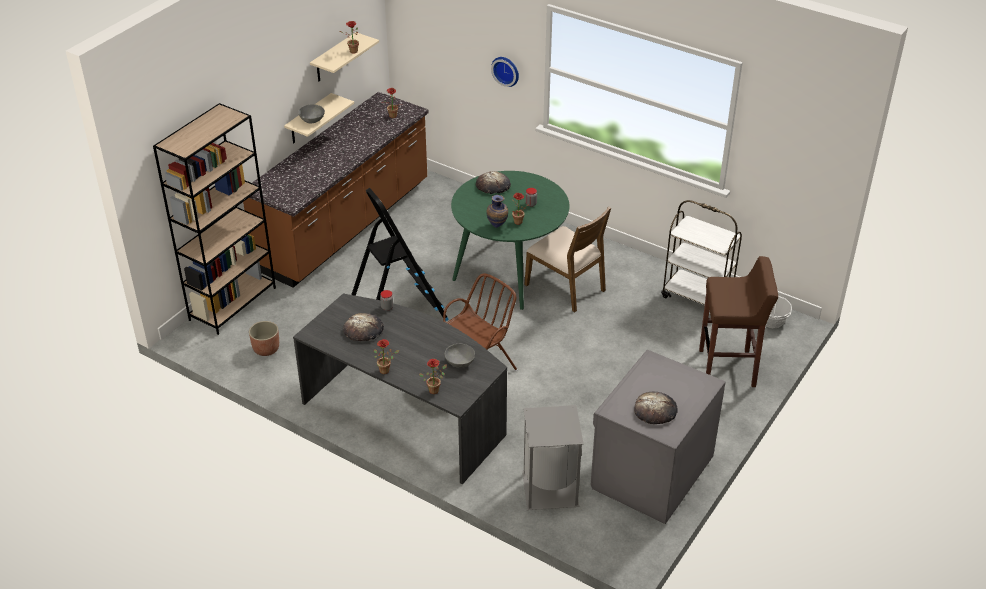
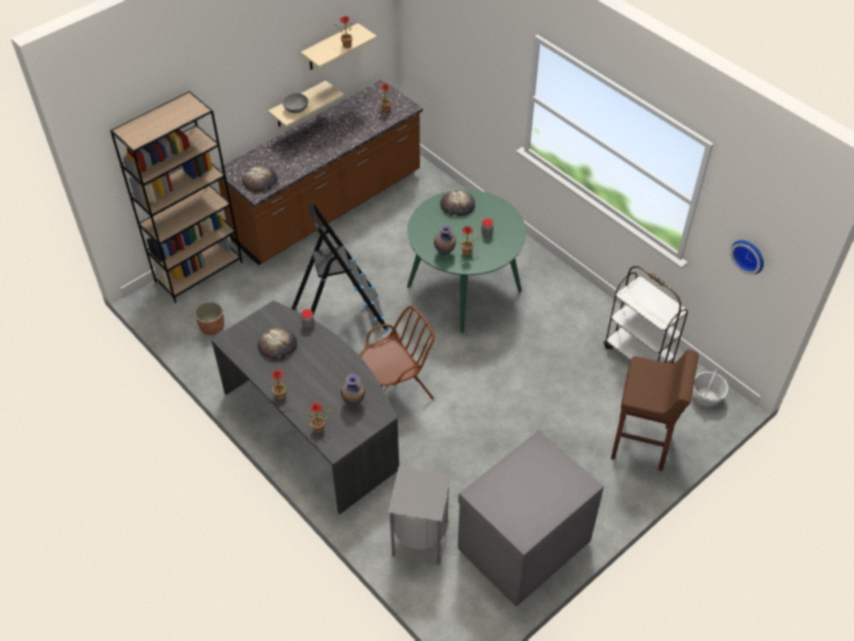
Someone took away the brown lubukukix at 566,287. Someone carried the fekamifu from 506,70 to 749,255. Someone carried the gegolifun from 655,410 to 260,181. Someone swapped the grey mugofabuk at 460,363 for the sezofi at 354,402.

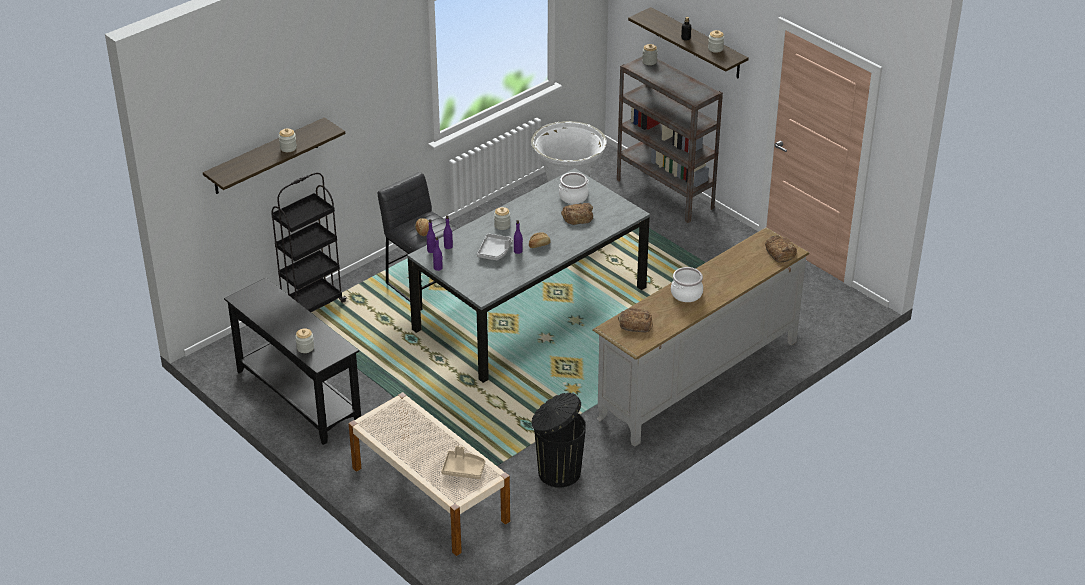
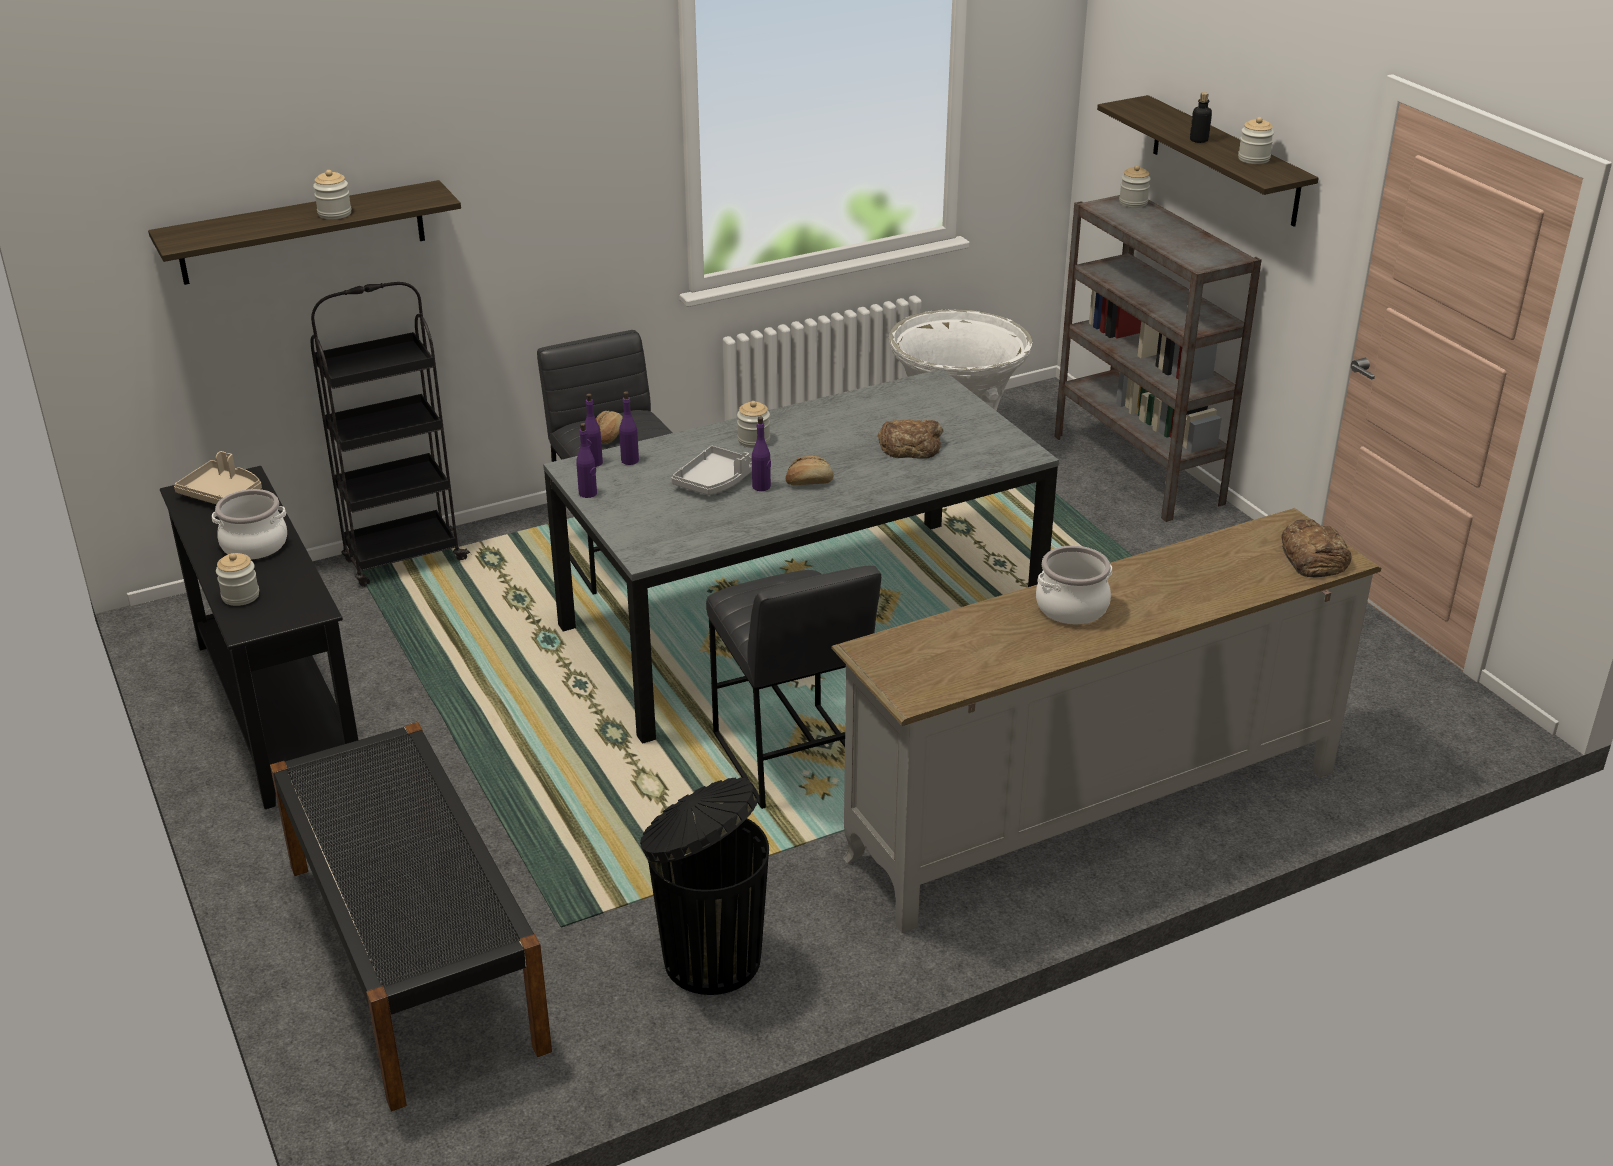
Someone took away the gegolifun at 635,323. Someone put down the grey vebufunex at 792,758. Someone carried the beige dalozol from 463,469 to 223,494. Someone carried the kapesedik from 573,197 to 254,545. Someone repainted the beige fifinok at 429,495, which became the black fifinok at 412,955.

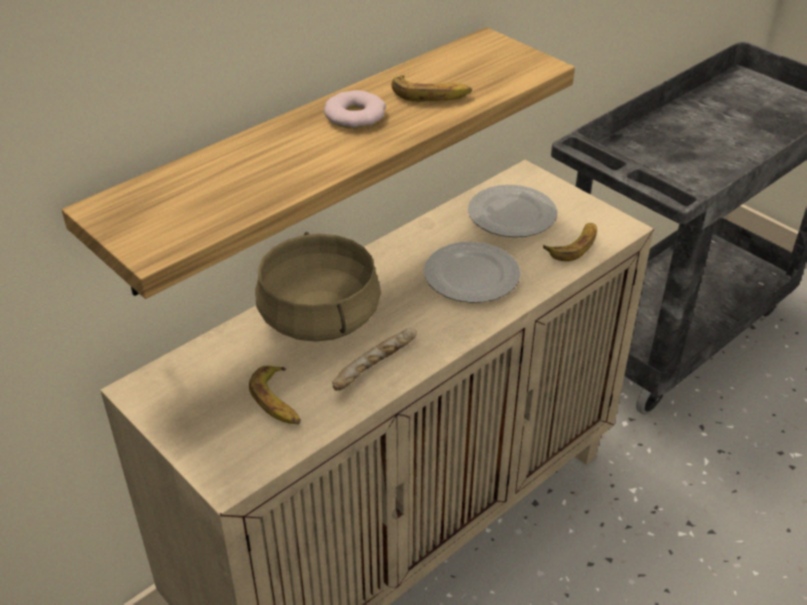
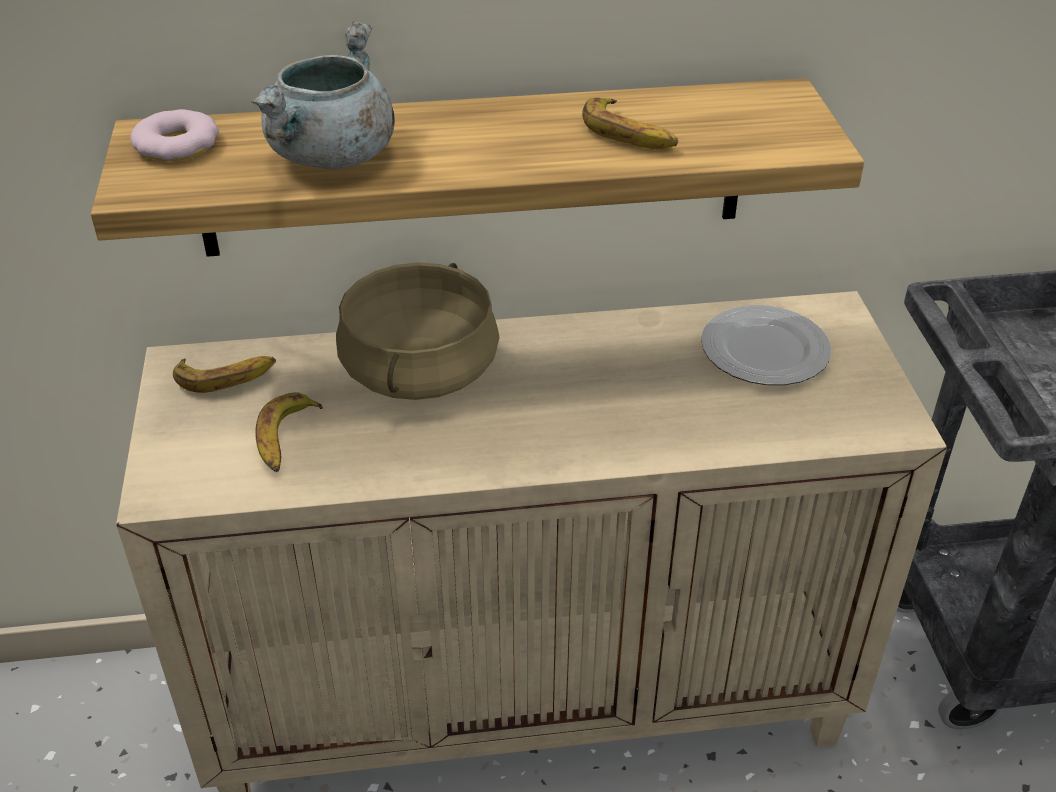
Someone took away the gegolifun at 376,368. Someone took away the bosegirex at 472,277. Someone put down the grey kapesedik at 332,157. Someone carried the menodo from 355,116 to 177,144. Someone carried the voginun from 574,246 to 226,377.

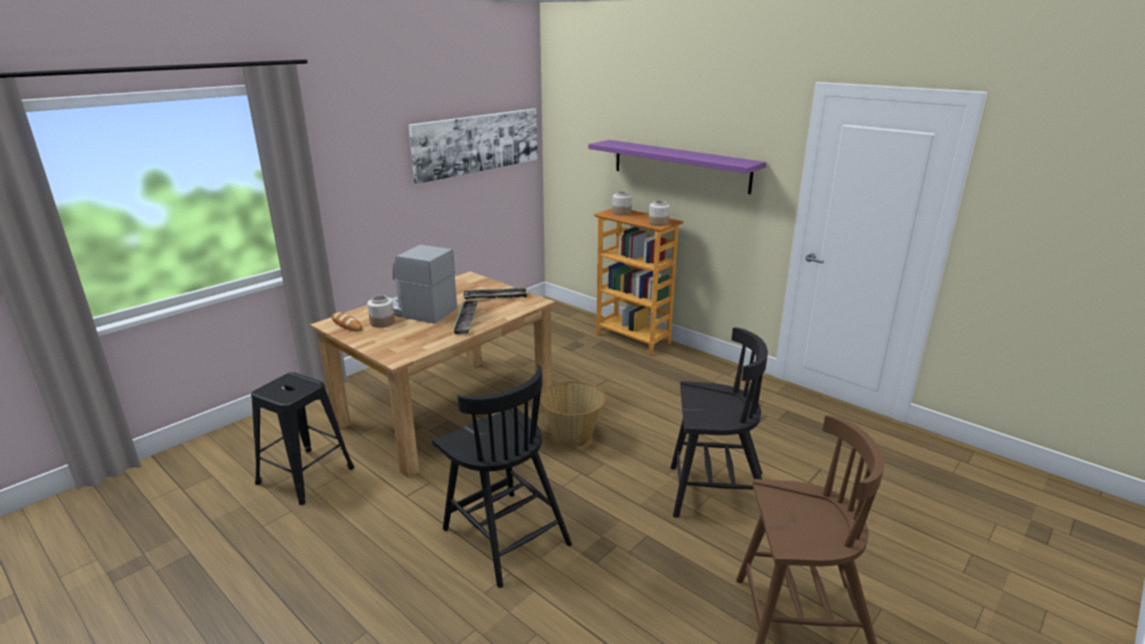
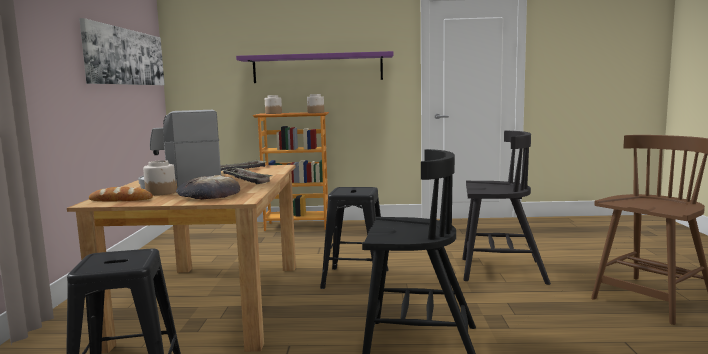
Someone put down the gegolifun at 209,194. Someone swapped the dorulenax at 573,436 for the black vebufunex at 355,279. Someone rotated the black lubukukix at 716,493 by 45 degrees clockwise.

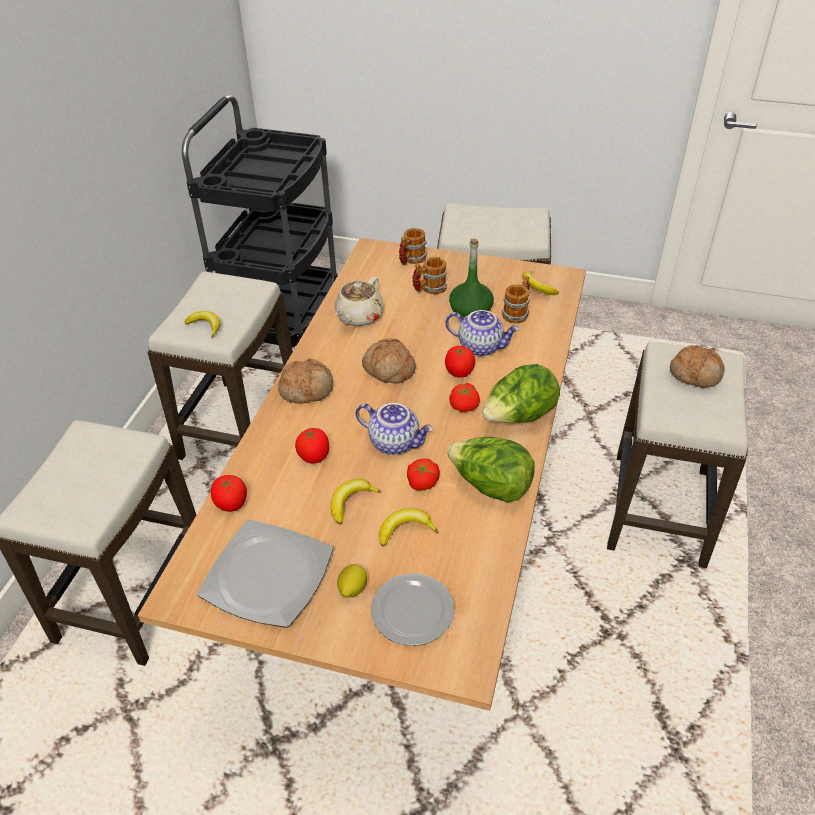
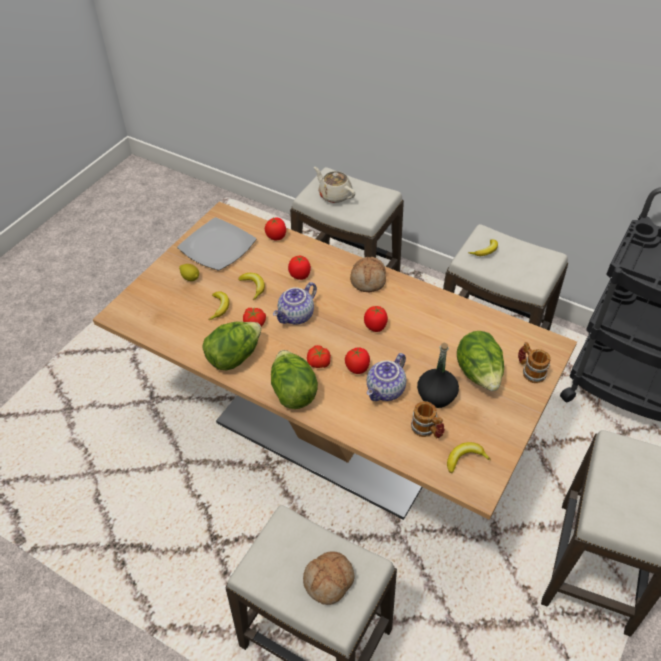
Someone took away the bosegirex at 412,612. Someone carried the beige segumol from 359,316 to 334,195. Someone swapped the gegolifun at 388,369 for the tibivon at 375,326. Someone swapped the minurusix at 429,289 for the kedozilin at 479,374. Someone repainted the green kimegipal at 470,312, which became the black kimegipal at 436,396.

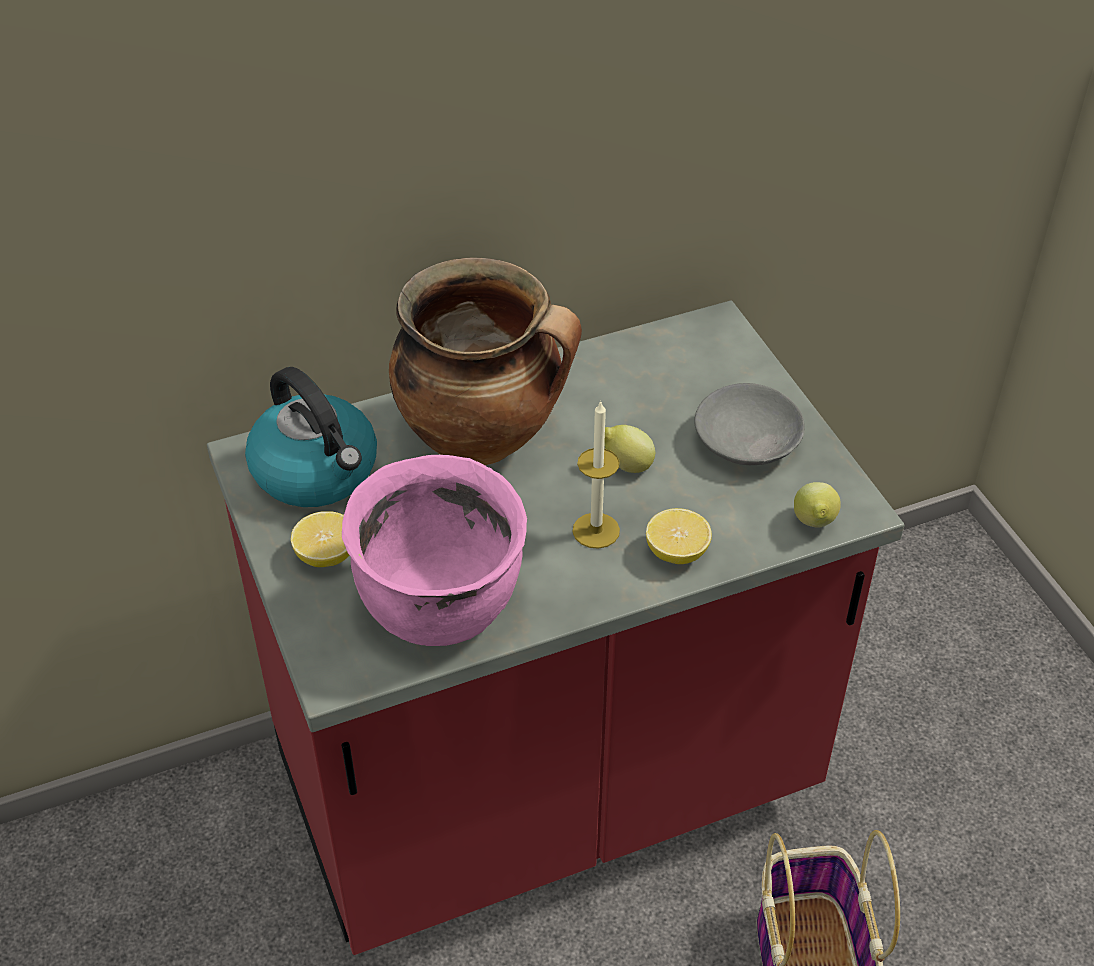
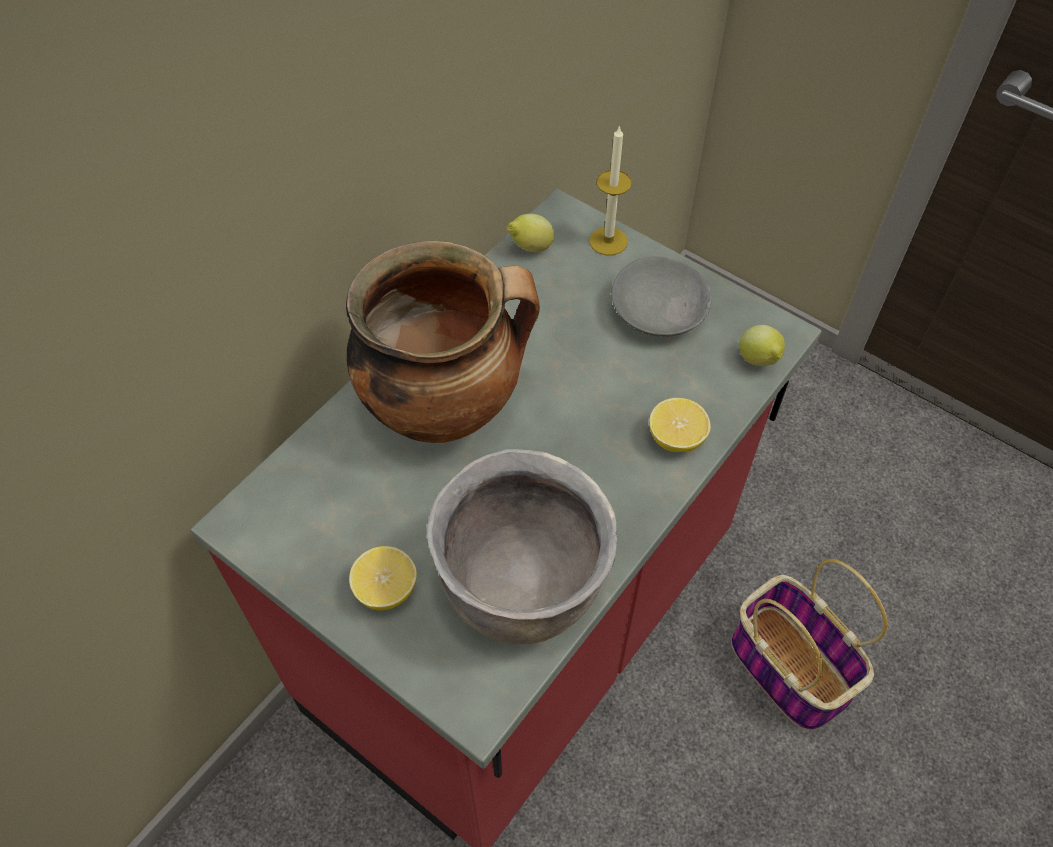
Someone took away the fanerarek at 317,472. Someone carried the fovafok from 596,530 to 608,241. Someone carried the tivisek from 626,465 to 530,248. Someone repainted the pink kapesedik at 441,606, which became the brown kapesedik at 522,587.

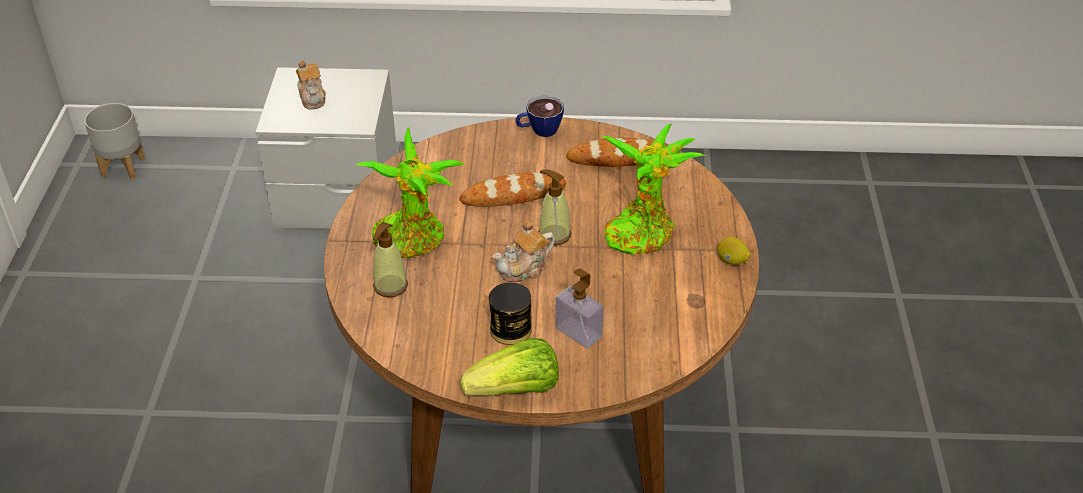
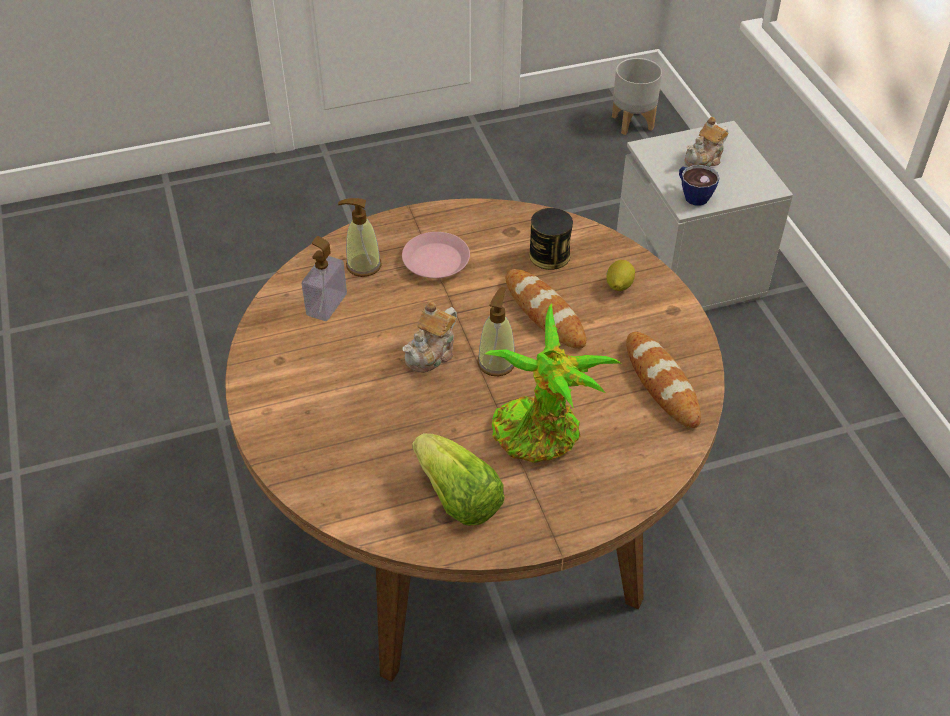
Someone carried the kedozilin from 516,390 to 457,497. Someone carried the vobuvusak from 510,329 to 549,255. Someone carried the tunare from 539,130 to 692,195. Someone carried the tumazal from 578,332 to 326,304. Someone carried the tivisek from 731,261 to 618,286. Someone swapped the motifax at 413,240 for the pink bosegirex at 436,260. Someone rotated the segumol at 524,268 by 90 degrees counterclockwise.

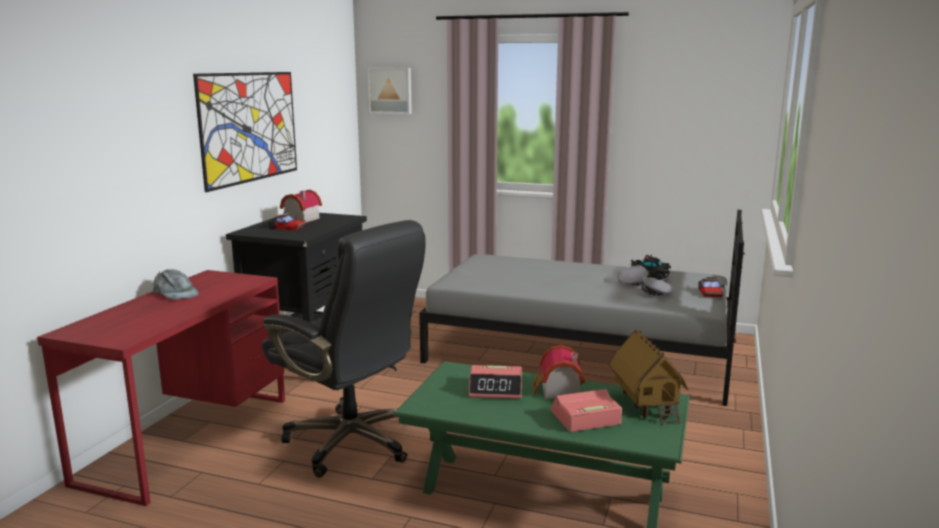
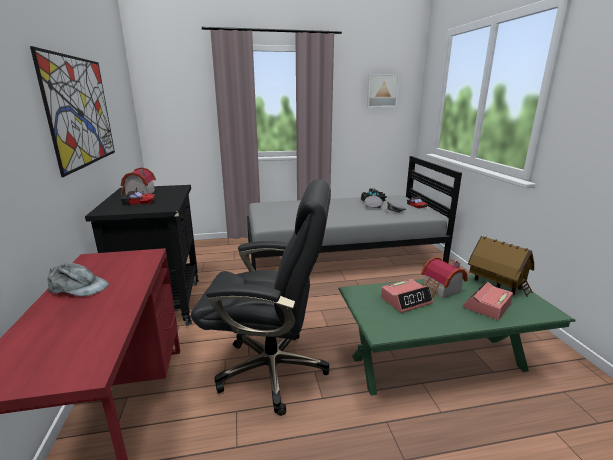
Someone carried the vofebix from 390,90 to 382,90.

